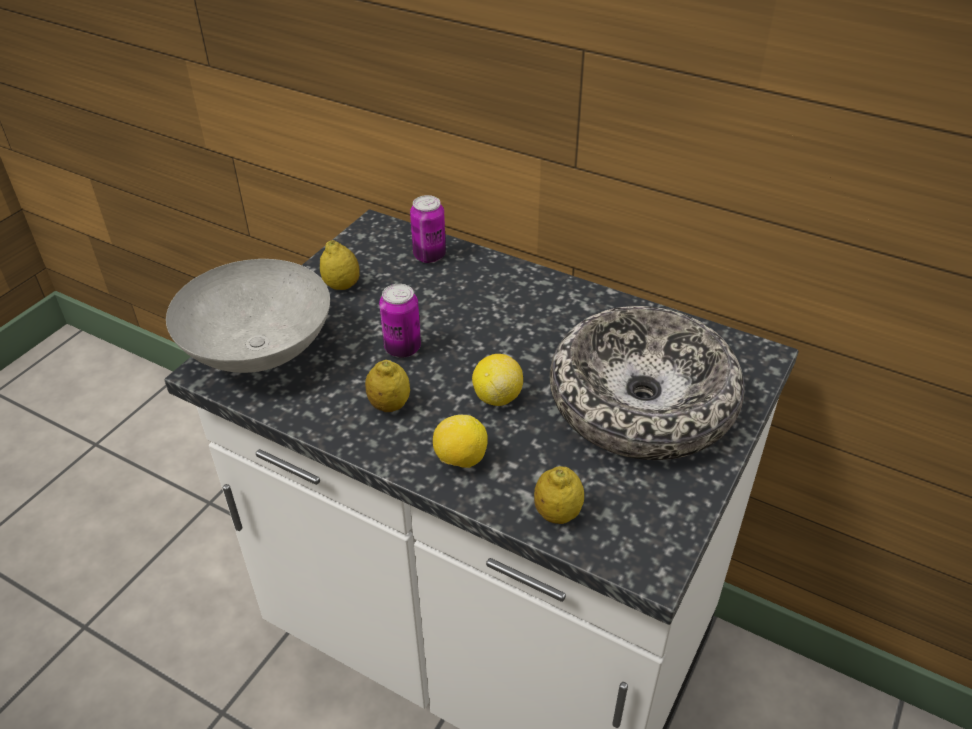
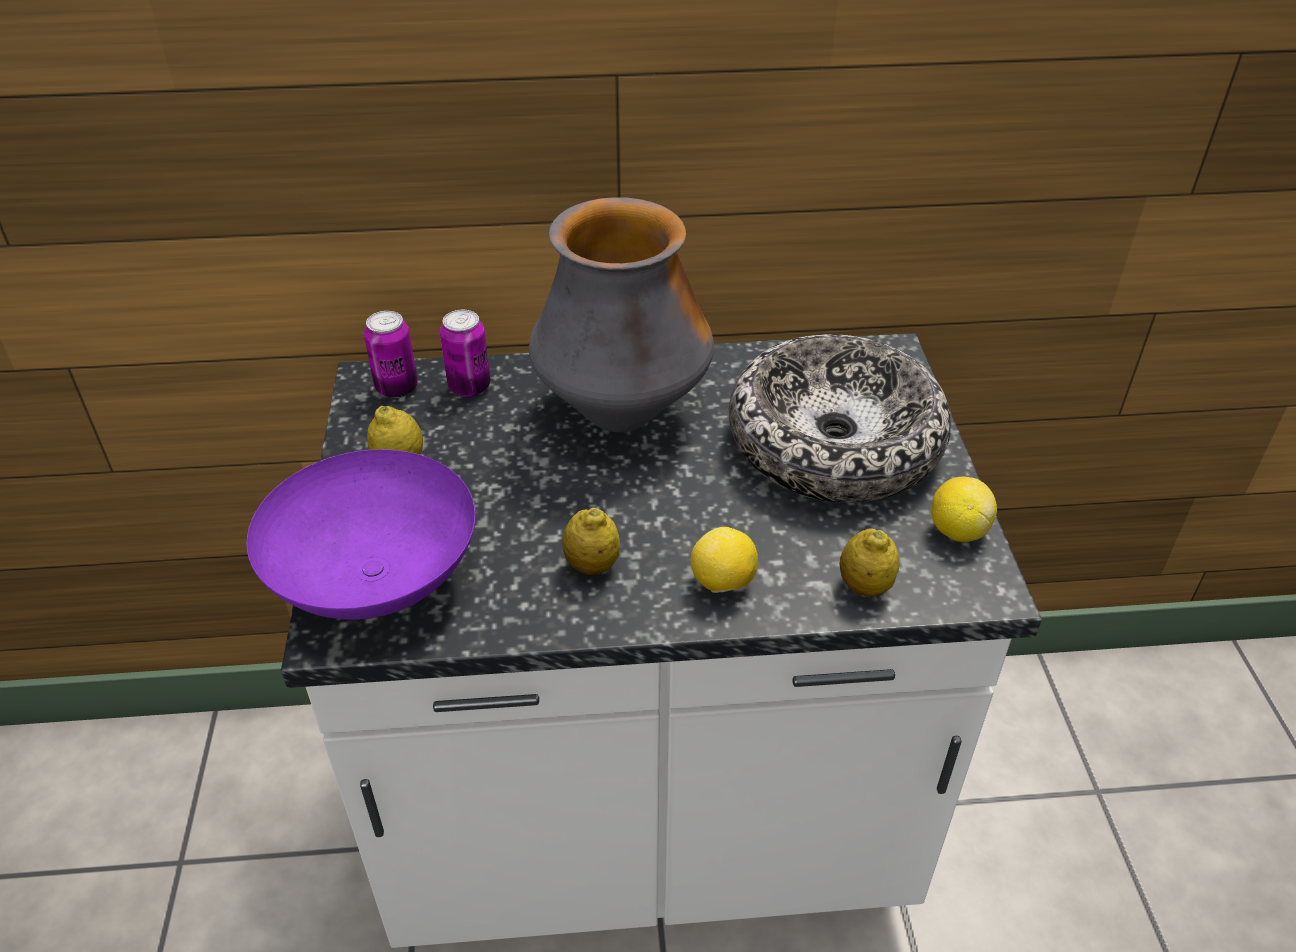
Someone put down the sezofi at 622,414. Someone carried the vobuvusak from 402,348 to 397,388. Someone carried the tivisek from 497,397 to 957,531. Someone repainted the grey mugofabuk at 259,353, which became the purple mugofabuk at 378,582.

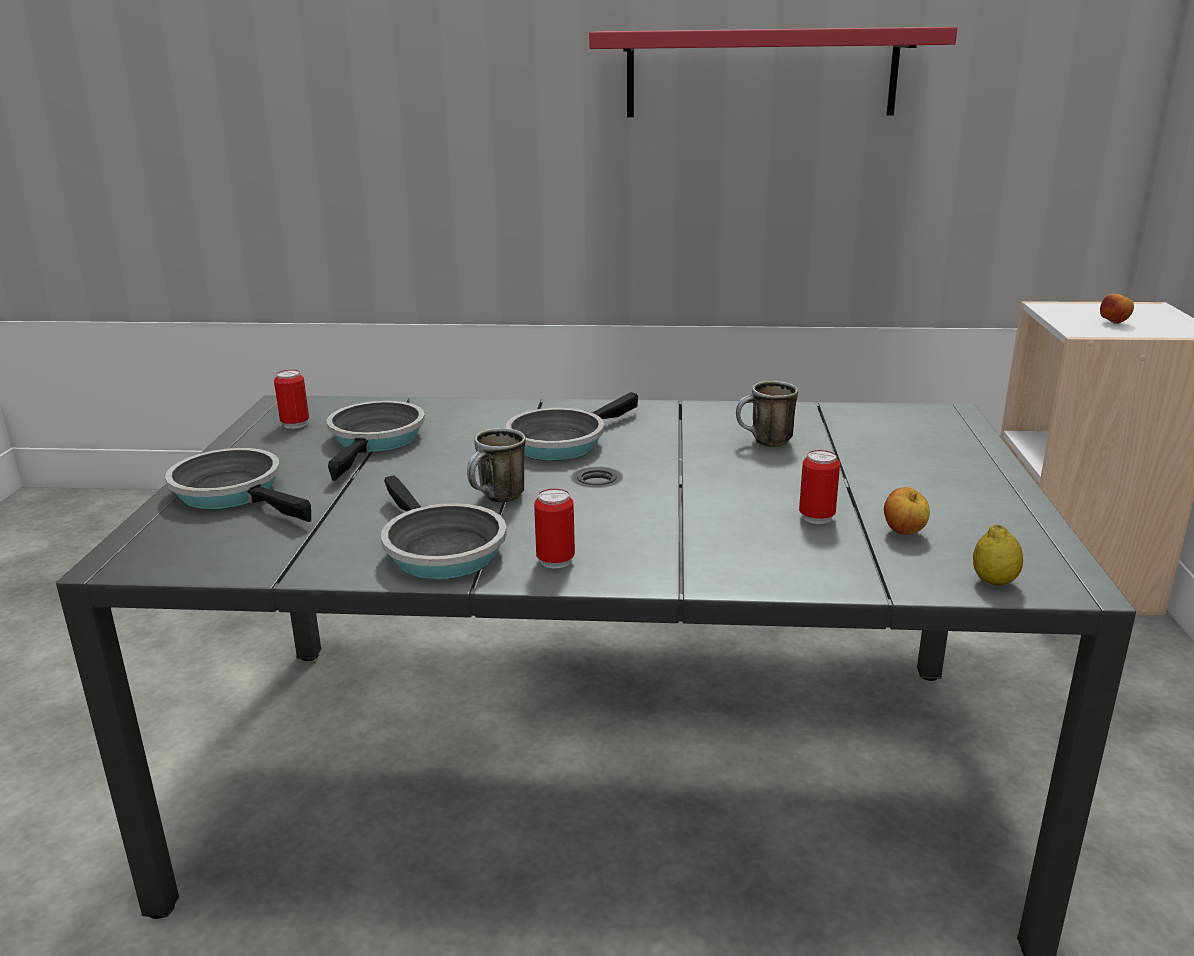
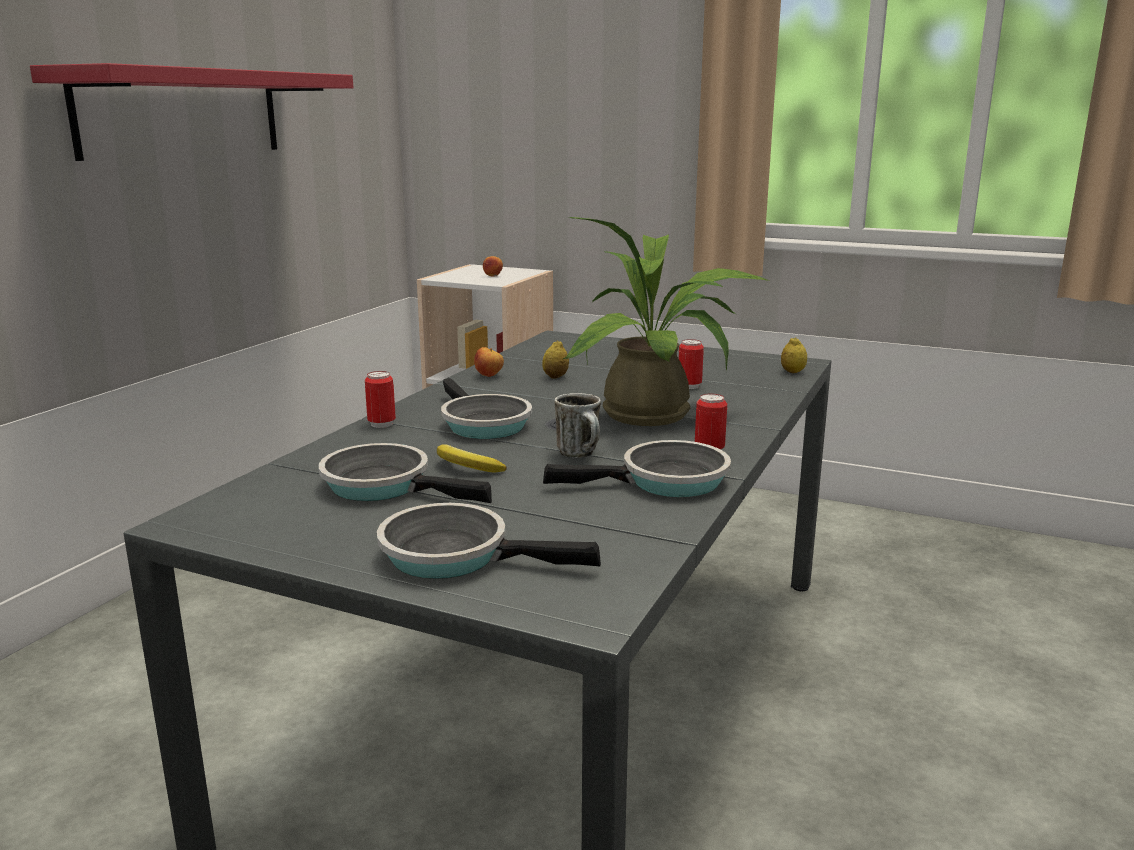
Someone put down the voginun at 466,467. Someone put down the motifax at 658,415. Someone carried the vobuvusak from 295,424 to 381,424. Someone carried the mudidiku from 904,533 to 489,376. Someone swapped the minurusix at 765,442 for the tivisek at 555,377. Someone rotated the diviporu at 234,493 by 45 degrees clockwise.

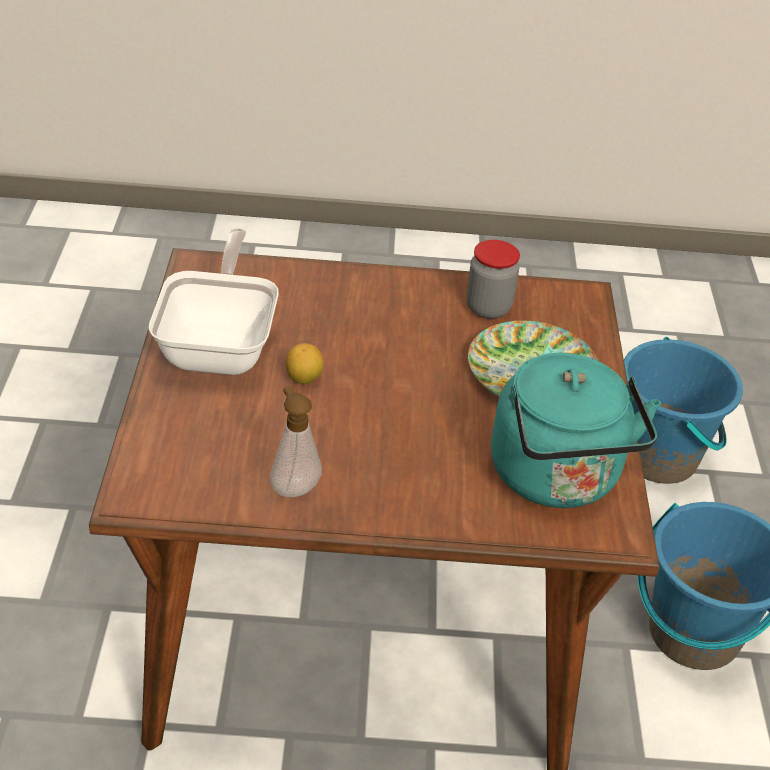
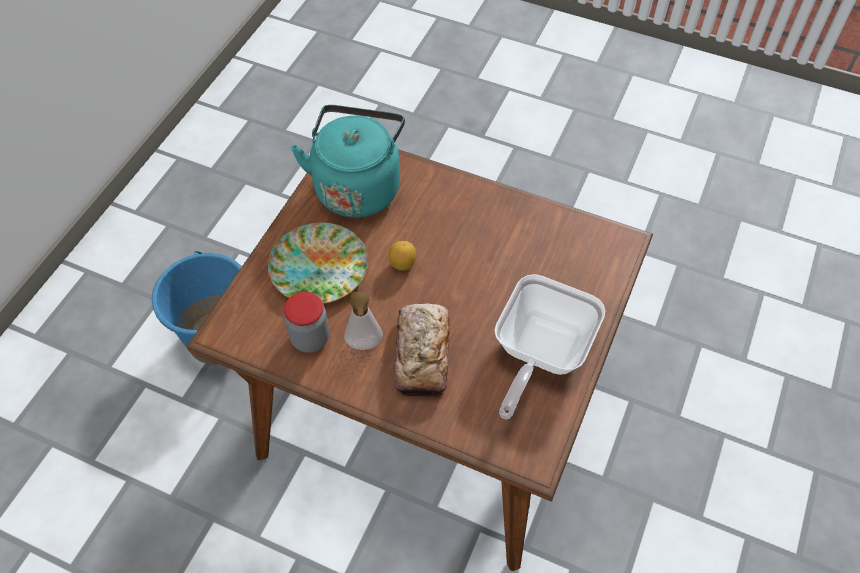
Someone took away the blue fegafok at 659,457. Someone put down the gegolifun at 422,354. Someone carried the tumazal from 293,487 to 364,346. Someone carried the tivisek from 304,378 to 402,263.

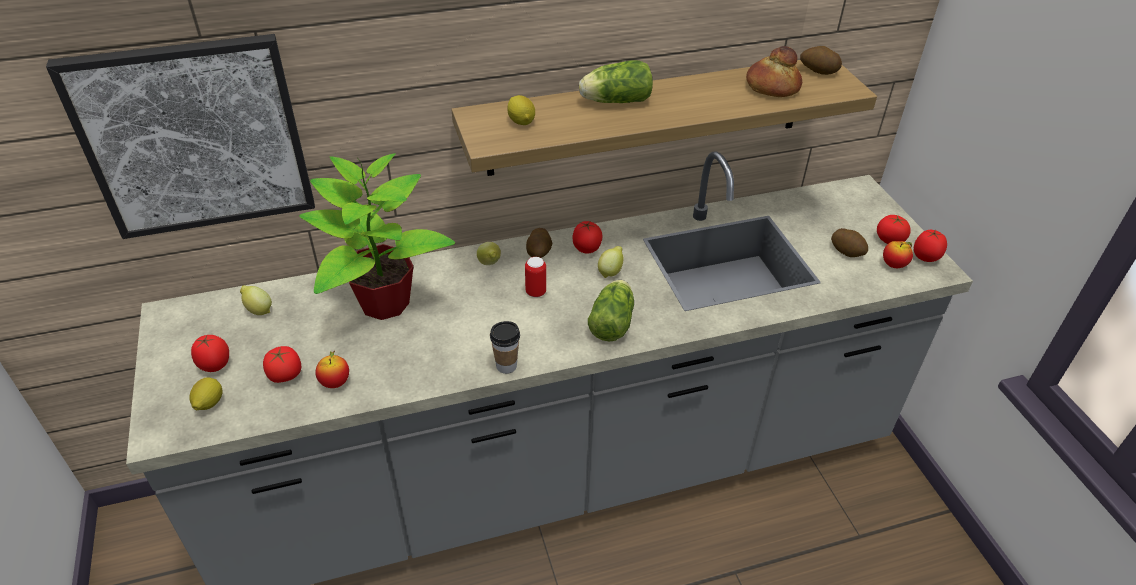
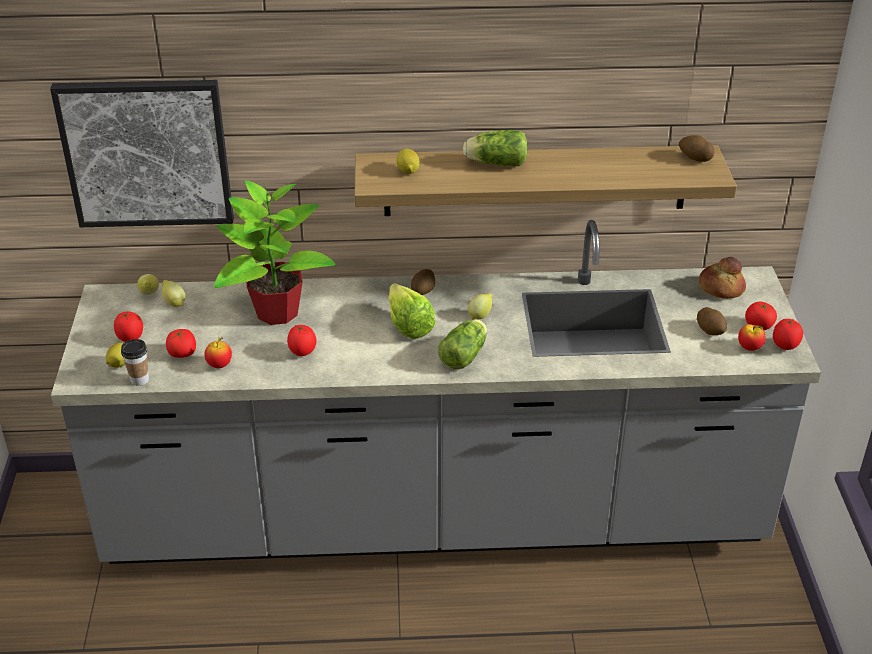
Someone carried the tivisek from 490,264 to 149,294. Someone carried the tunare from 506,366 to 139,380. Someone carried the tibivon from 586,249 to 302,352. Someone carried the gegolifun from 772,87 to 720,288. Someone swapped the vobuvusak at 535,292 for the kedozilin at 407,322.

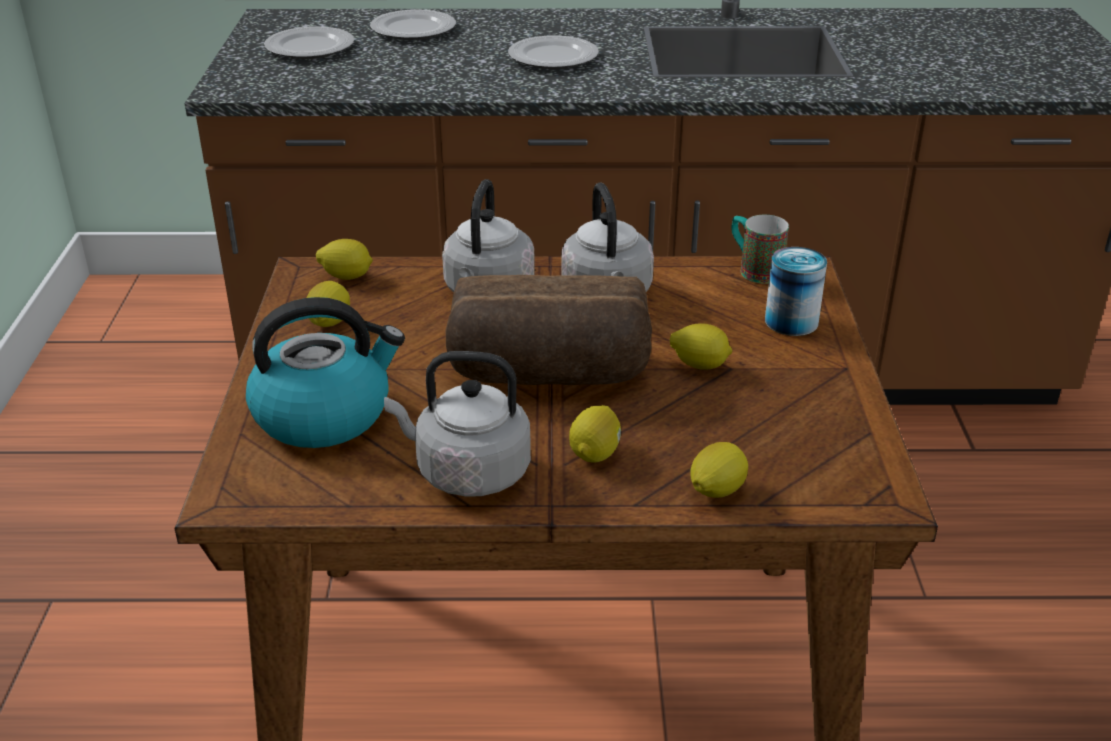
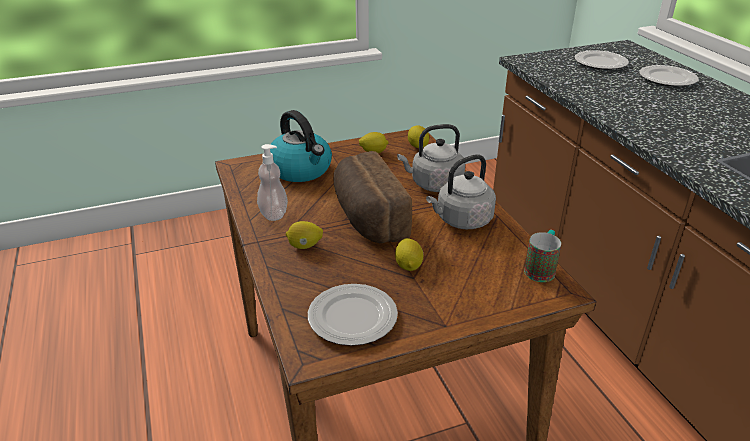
Someone took away the tivisek at 715,491. Someone took away the vobuvusak at 791,321. Someone carried the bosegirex from 554,58 to 352,318. Someone swapped the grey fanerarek at 467,472 for the tumazal at 273,214.

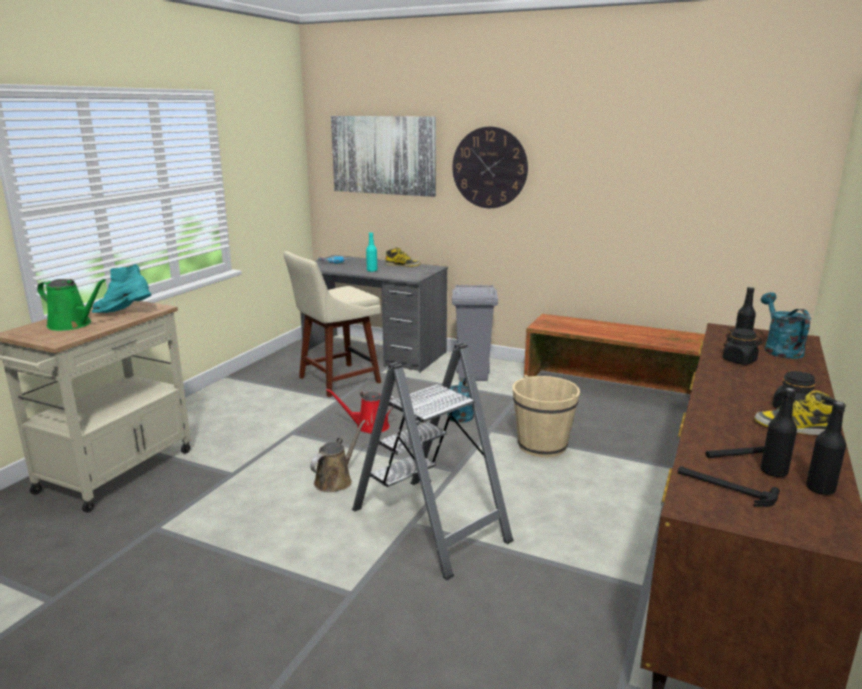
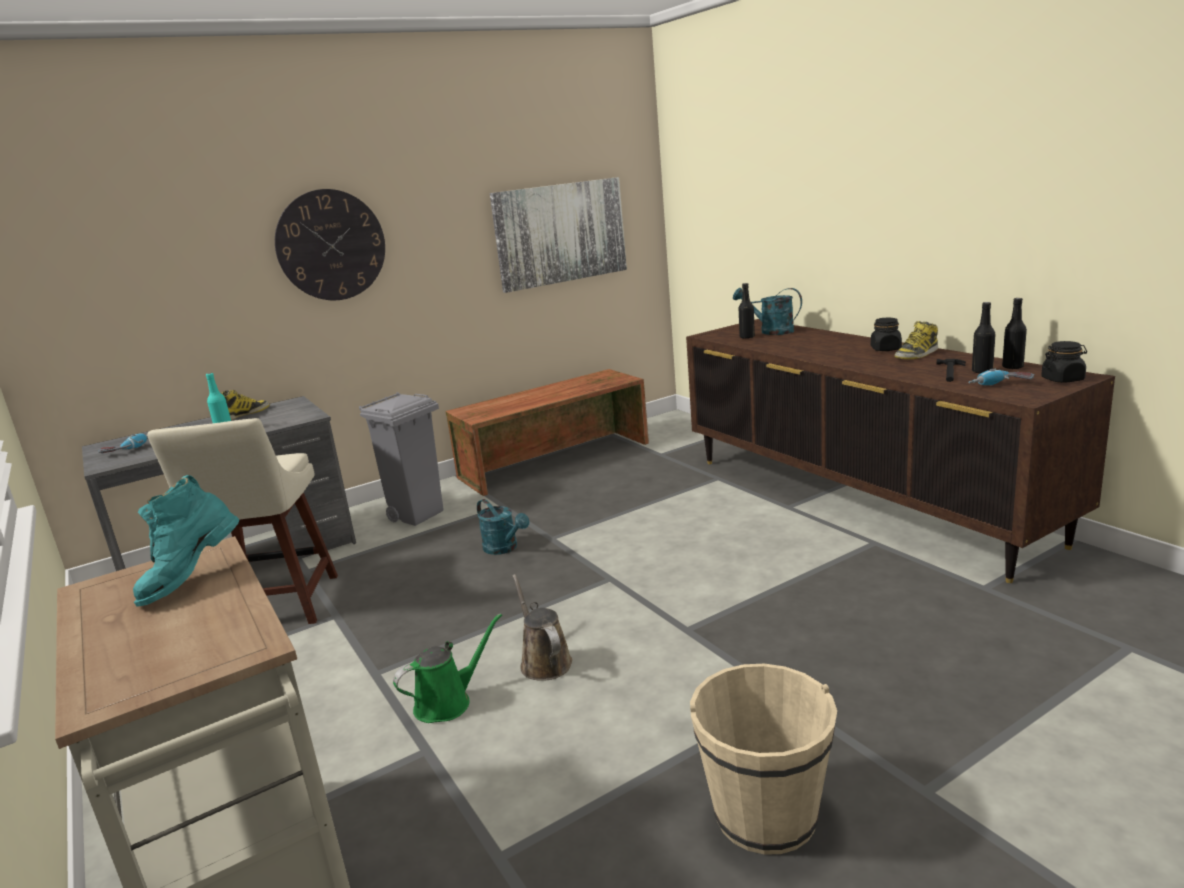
Someone took away the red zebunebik at 369,426. Someone took away the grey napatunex at 430,525. Someone carried the green zebunebik from 73,325 to 448,702. Someone carried the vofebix from 383,155 to 560,233. Someone carried the beige fegafok from 542,445 to 765,814. Someone carried the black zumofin from 739,361 to 1062,379. Someone swapped the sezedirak at 724,487 for the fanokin at 1000,386.

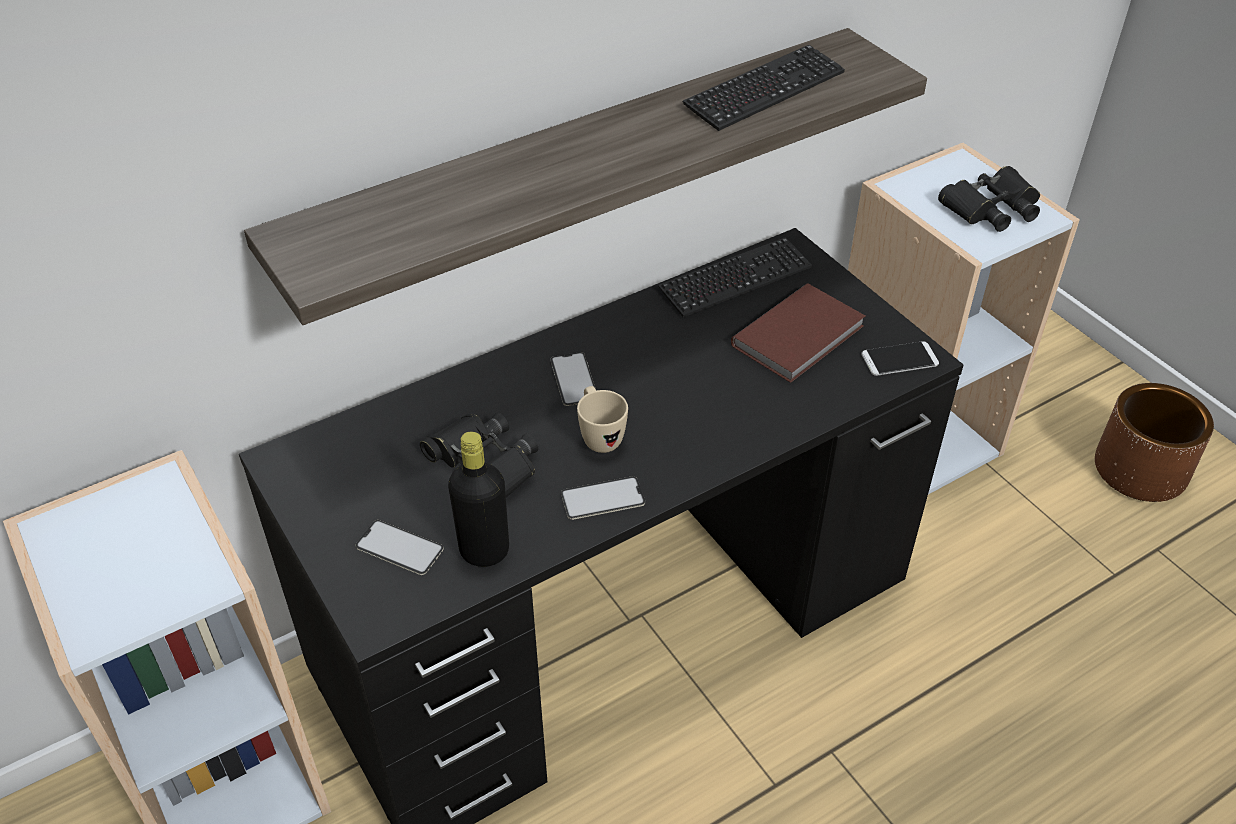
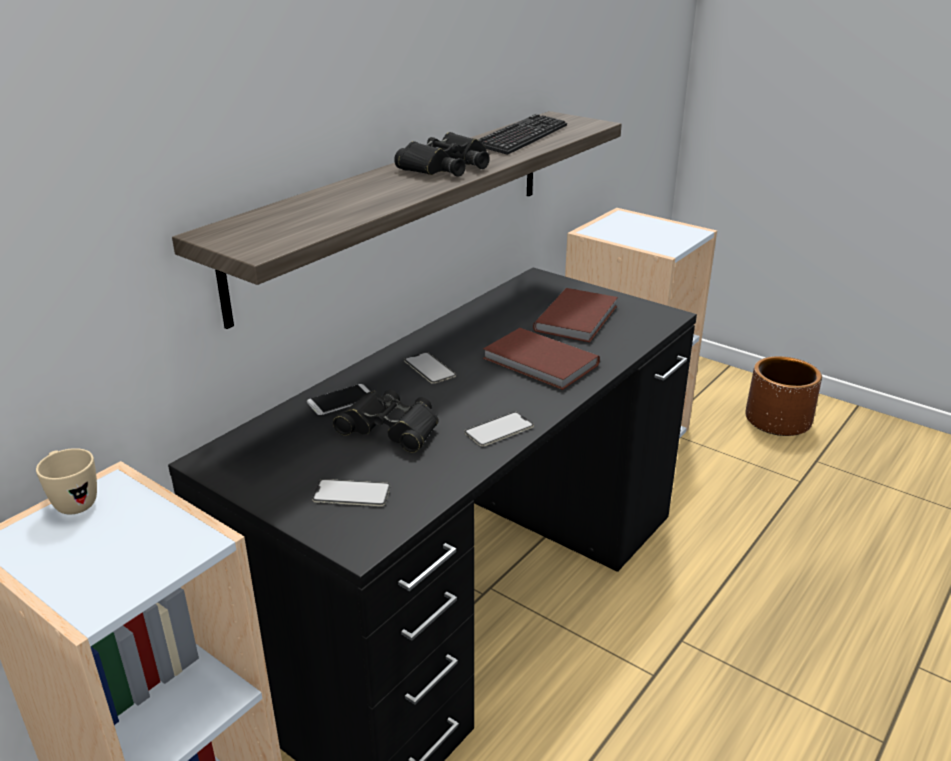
Someone took away the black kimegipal at 484,551. Someone took away the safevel at 735,279. Someone put down the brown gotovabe at 540,363. Someone carried the beige minurusix from 599,436 to 73,501. Someone carried the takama from 899,359 to 341,400. Someone carried the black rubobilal from 991,208 to 446,167.

